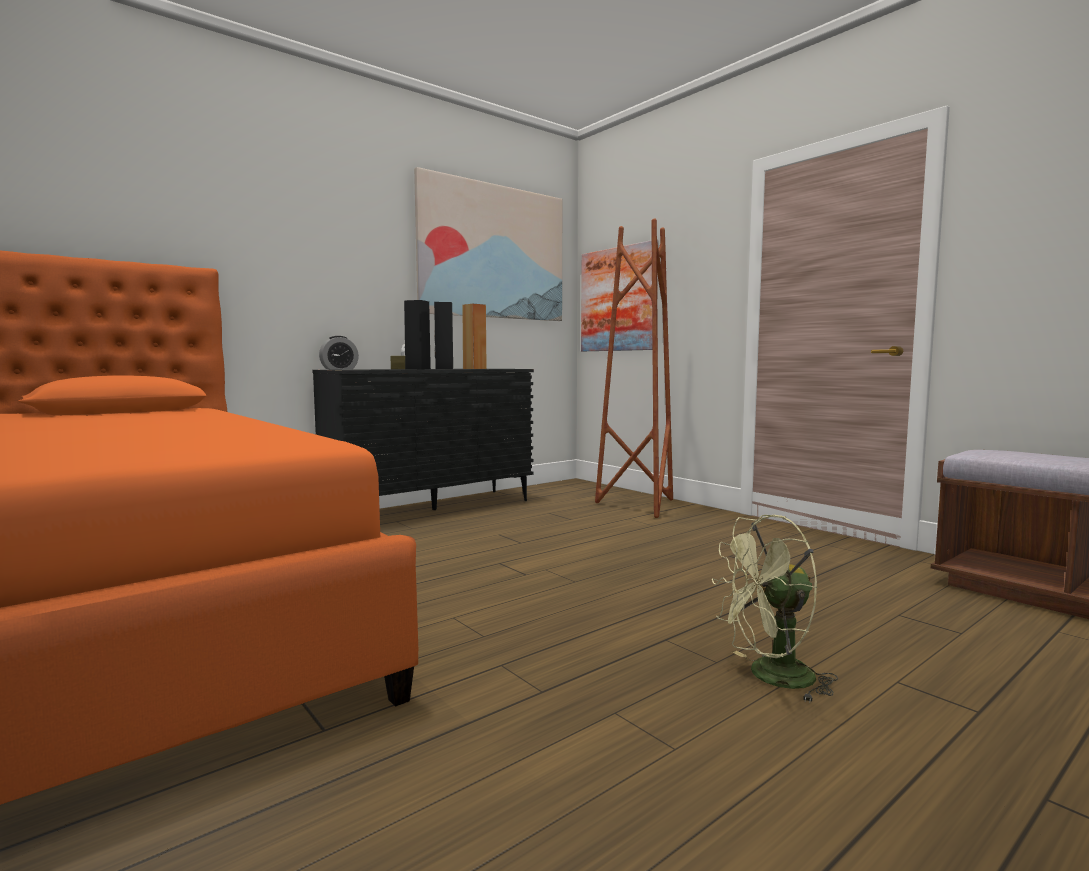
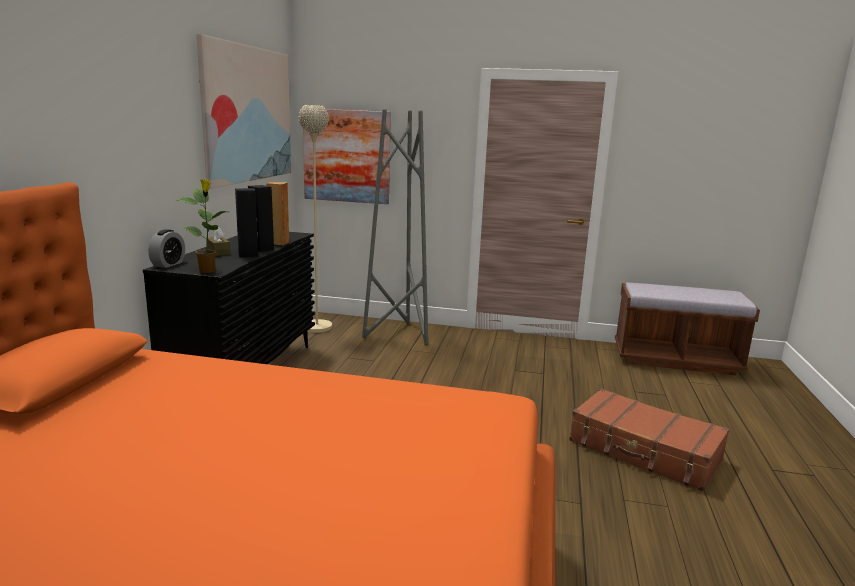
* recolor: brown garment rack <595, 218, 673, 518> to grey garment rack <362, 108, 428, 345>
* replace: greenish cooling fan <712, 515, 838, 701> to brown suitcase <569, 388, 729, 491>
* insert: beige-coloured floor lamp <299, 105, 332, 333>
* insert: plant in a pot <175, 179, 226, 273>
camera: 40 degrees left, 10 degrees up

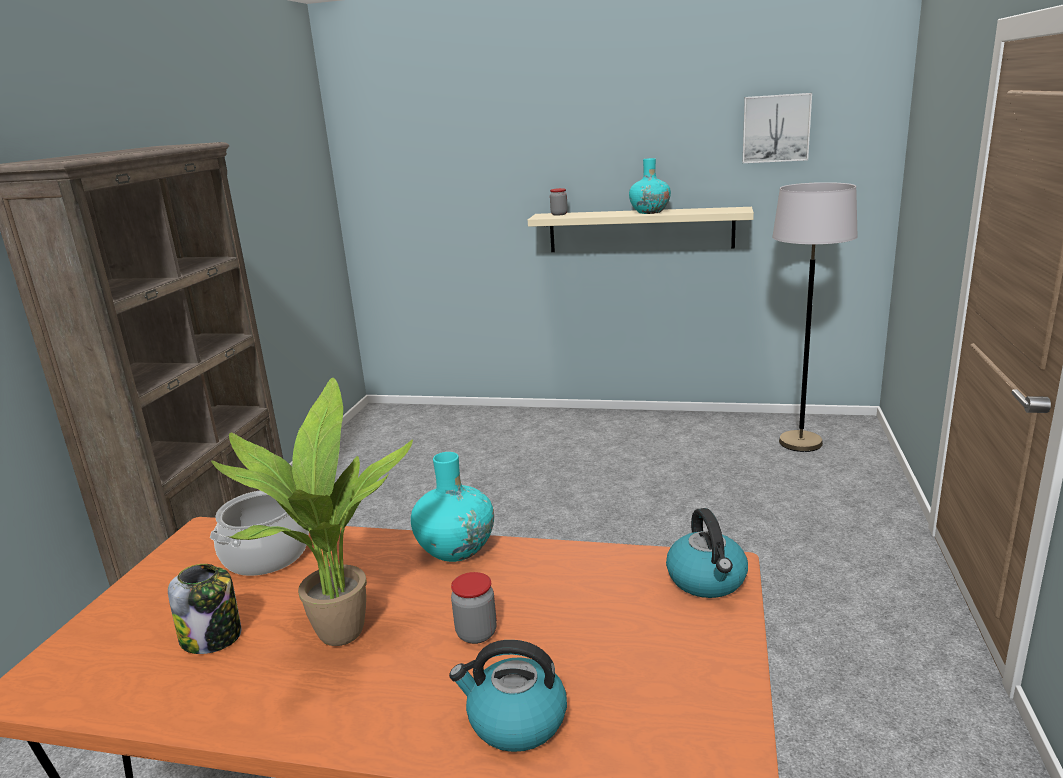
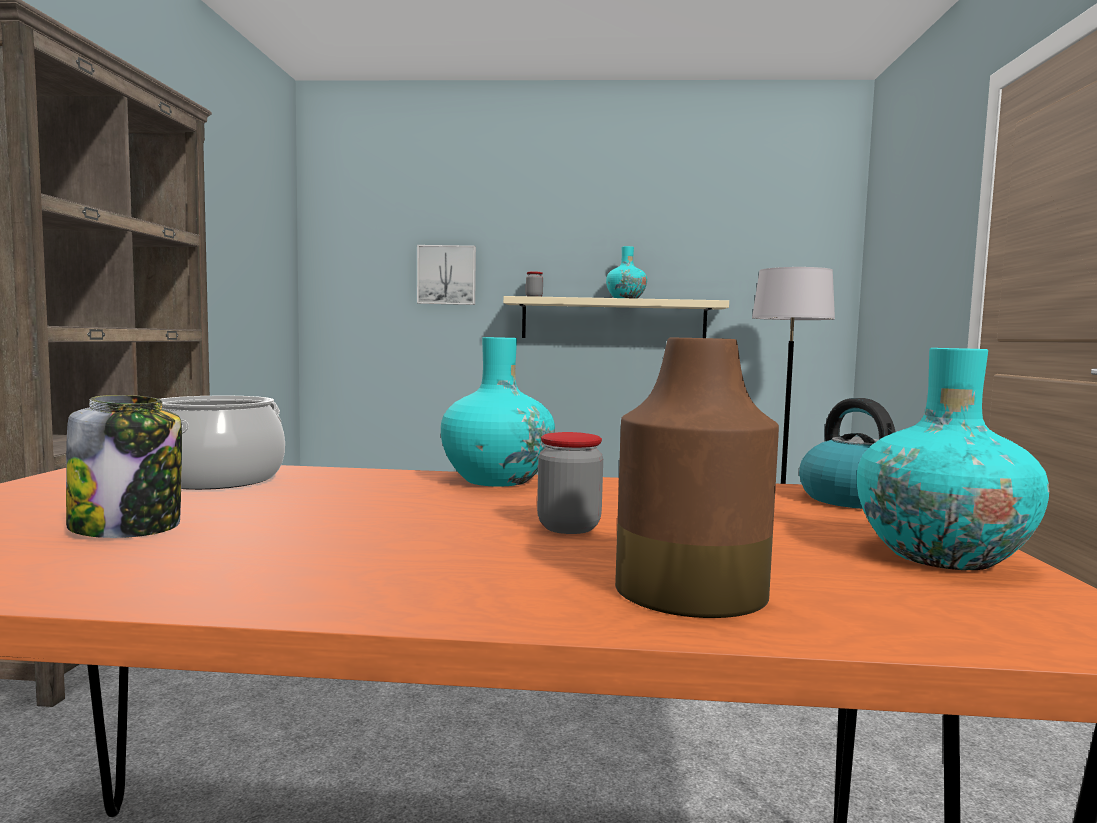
* move: wall art <743, 93, 812, 163> to <417, 245, 476, 305>
* delete: plant in a pot <211, 378, 413, 646>
* replace: water kettle <449, 640, 567, 752> to brown vase <615, 338, 779, 618>
* insert: turquoise-coloured vase <857, 348, 1049, 570>
camera: 10 degrees left, 15 degrees down

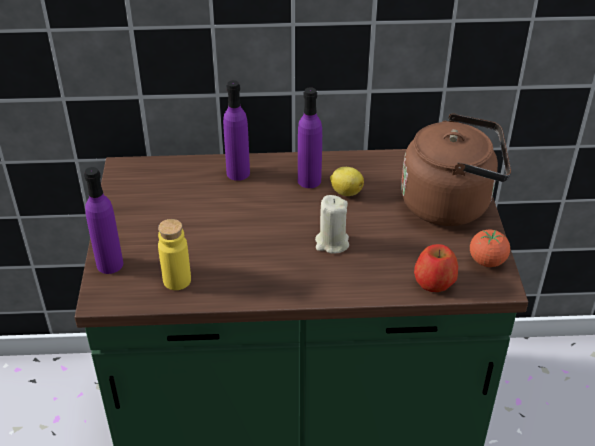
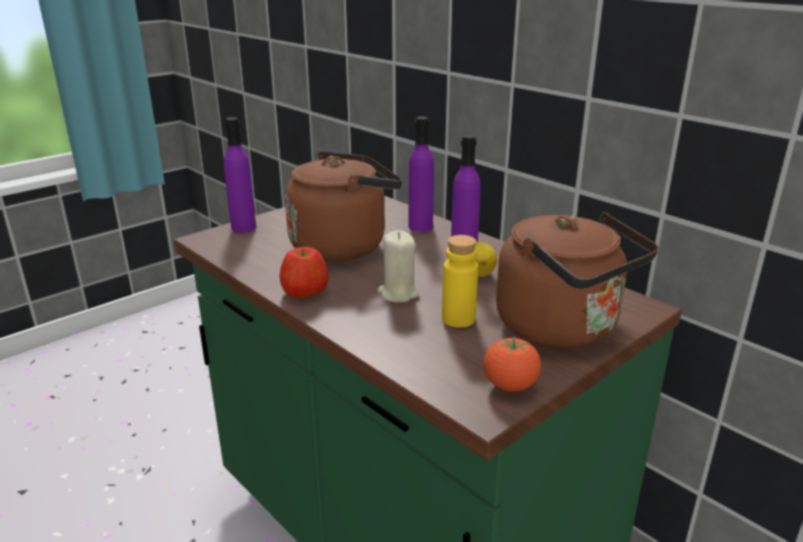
* move: yellow-coloured beverage bottle <158, 219, 191, 290> to <442, 235, 478, 327>
* move: apple <414, 244, 458, 292> to <280, 247, 329, 298>
* insert: brown water kettle <285, 151, 402, 261>
camera: 50 degrees right, 15 degrees down

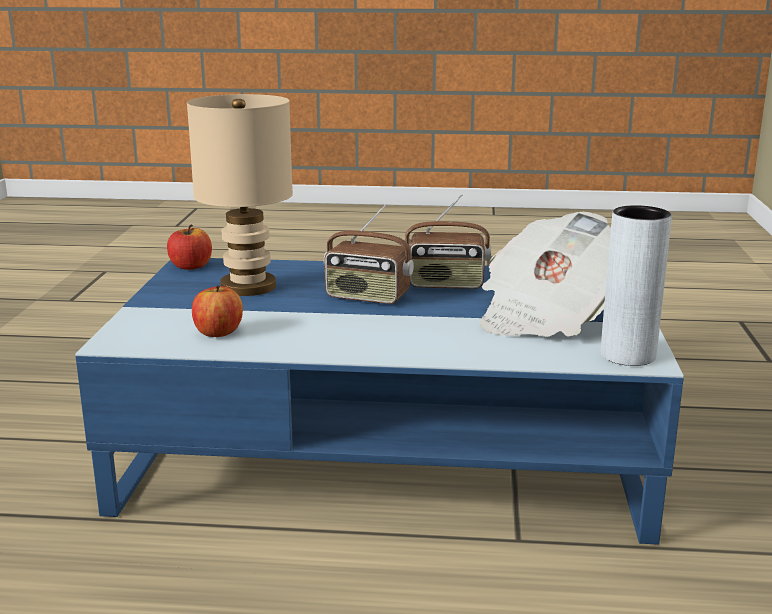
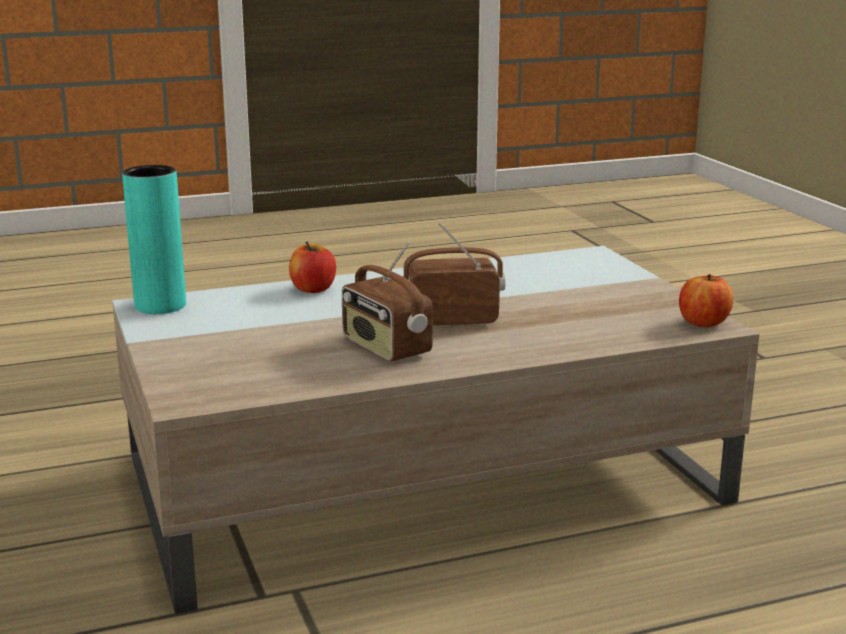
* delete: beige-coloured tabletop lamp <187, 94, 293, 296>
* rotate: radio receiver <405, 194, 491, 289> = <342, 241, 433, 362> 105 degrees counterclockwise
* recolor: grey vase <601, 205, 672, 366> to turquoise-coloured vase <122, 165, 186, 314>
* delete: daily paper <480, 212, 611, 337>
* recolor: bluish coffee table <75, 258, 684, 545> to beige-coloured coffee table <112, 246, 760, 614>
* move: apple <192, 285, 243, 337> to <289, 241, 336, 293>
camera: 155 degrees right, 0 degrees up

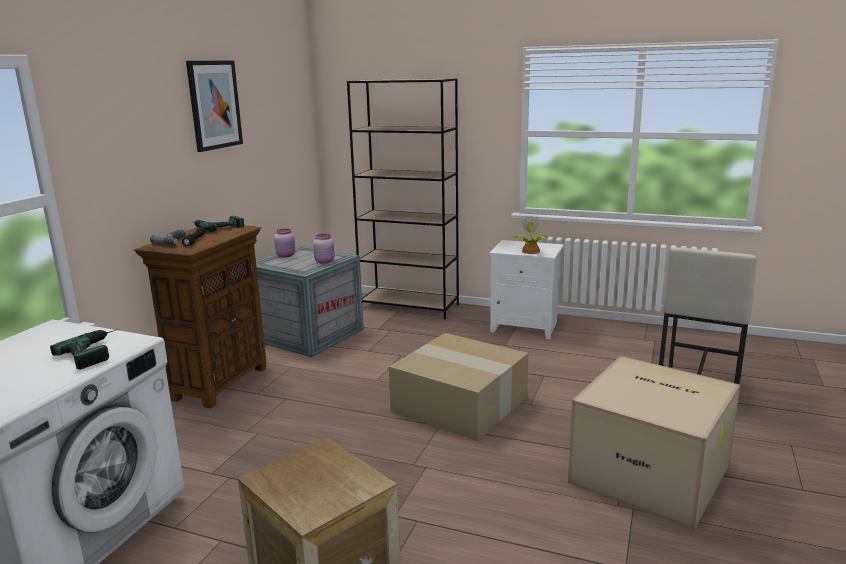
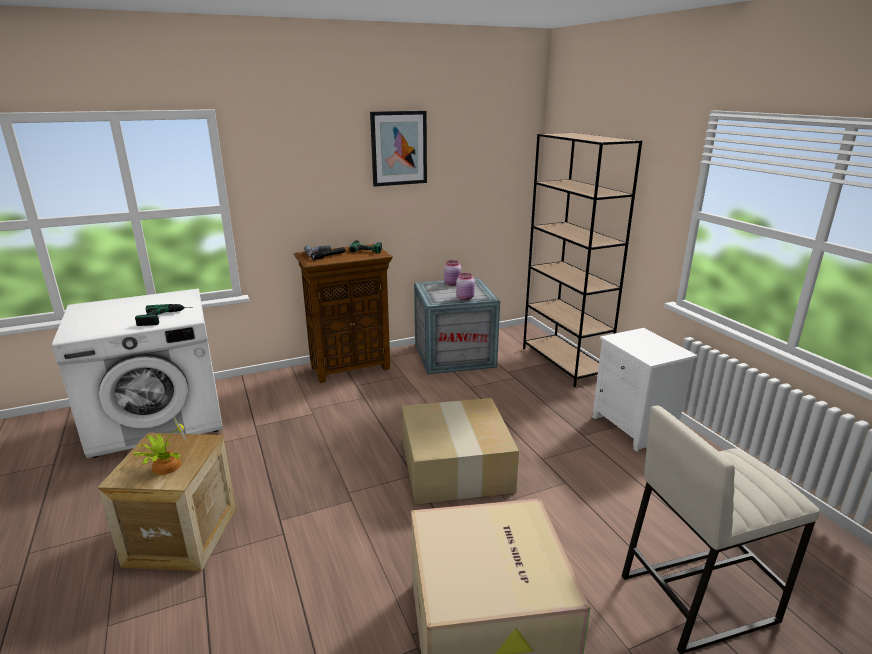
* move: plant in a pot <512, 216, 548, 254> to <132, 416, 186, 475>
camera: 45 degrees right, 5 degrees up

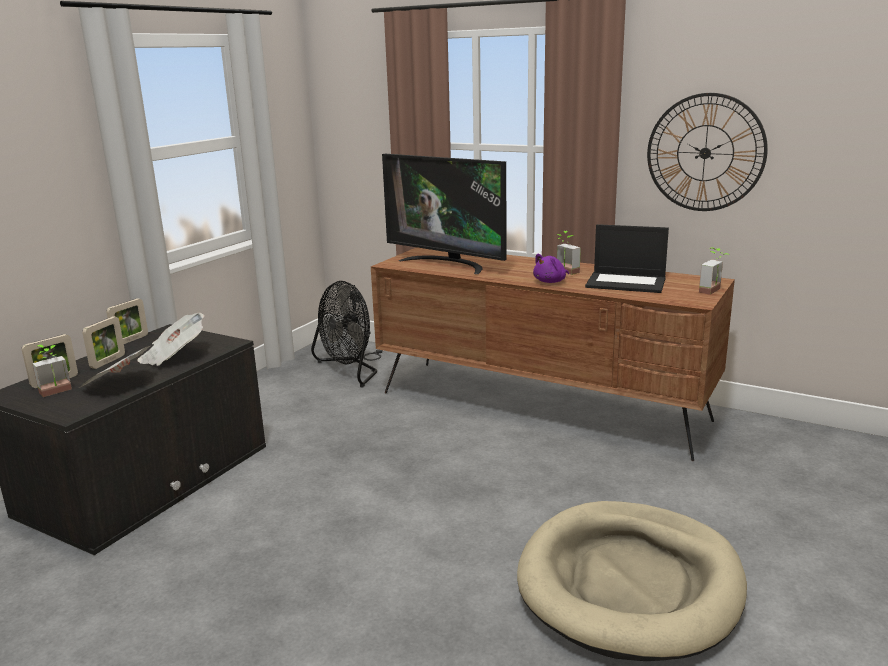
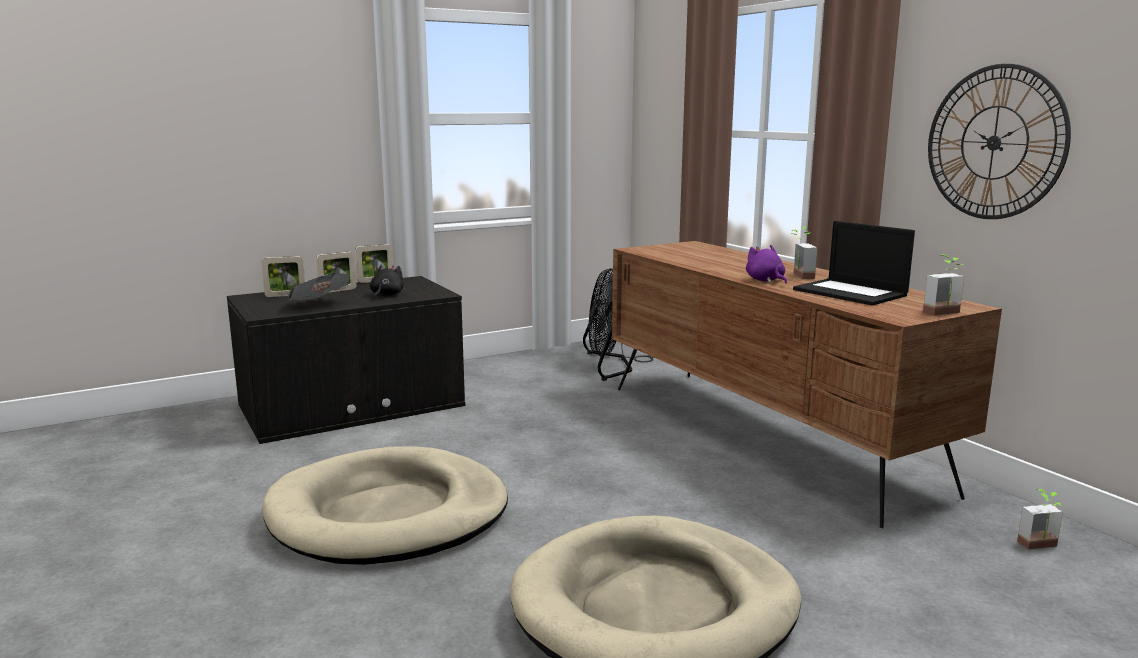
* delete: television <382, 154, 507, 274>
* rotate: purple cuddly toy <533, 254, 569, 283> = <746, 245, 787, 284> 75 degrees clockwise
* replace: daily paper <137, 313, 205, 366> to black cuddly toy <370, 265, 404, 299>
* move: plant in a pot <32, 345, 72, 397> to <1017, 489, 1063, 550>
* insert: beige-coloured dog bed <262, 446, 508, 565>
camera: 30 degrees right, 5 degrees down

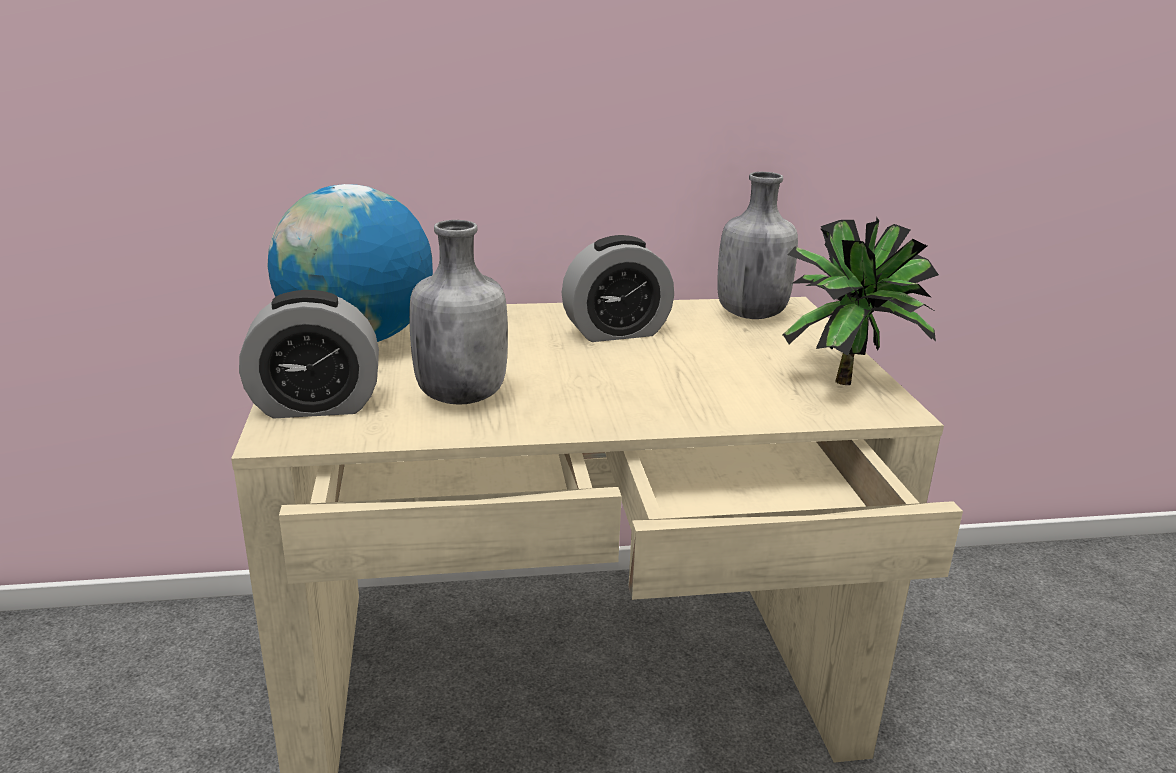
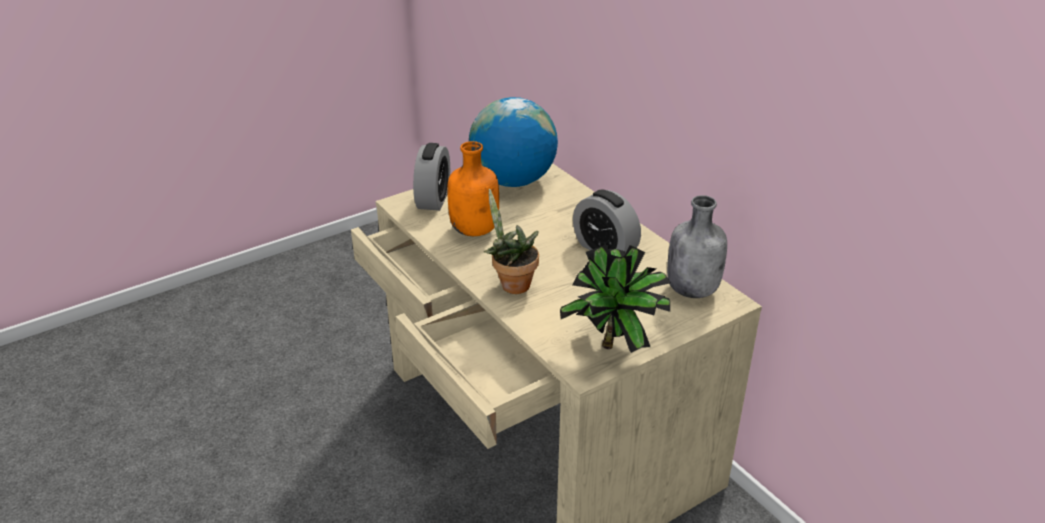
* recolor: grey beverage bottle <409, 220, 508, 405> to orangey beverage bottle <447, 141, 499, 236>
* rotate: alarm clock <239, 290, 379, 418> = <413, 143, 450, 211> 135 degrees counterclockwise
* insert: plant in a pot <484, 188, 539, 294>
camera: 65 degrees right, 10 degrees up

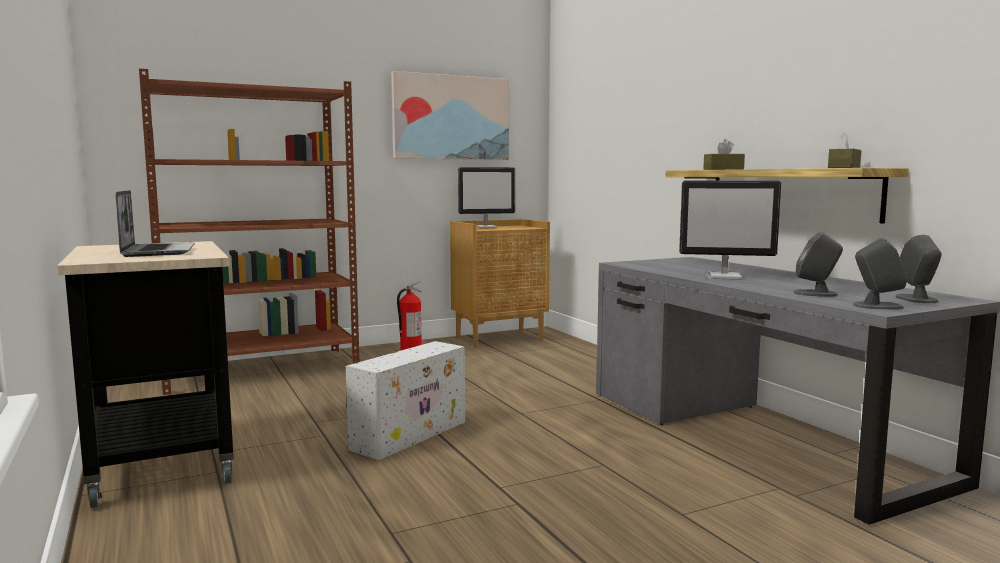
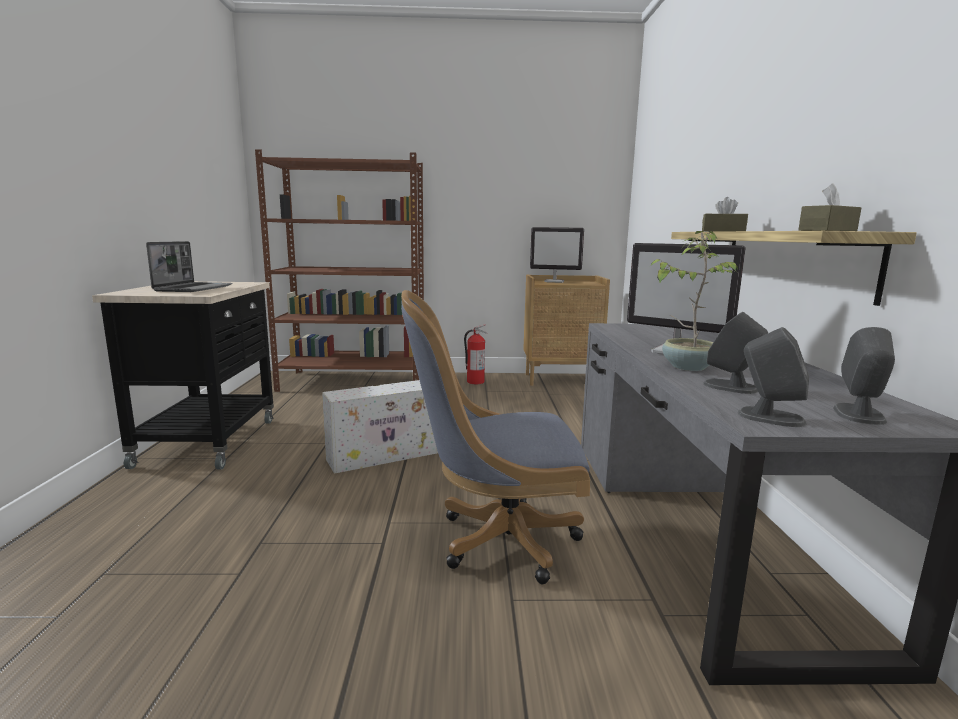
* delete: wall art <391, 71, 509, 160>
* insert: plant in a pot <650, 231, 739, 371>
* insert: bluish desk chair <401, 290, 590, 585>
camera: 25 degrees right, 5 degrees up

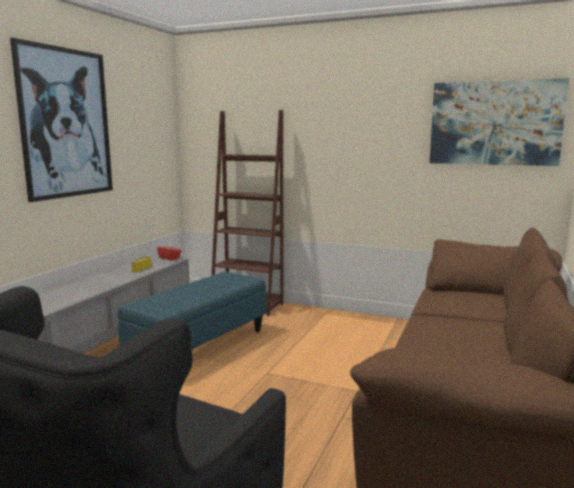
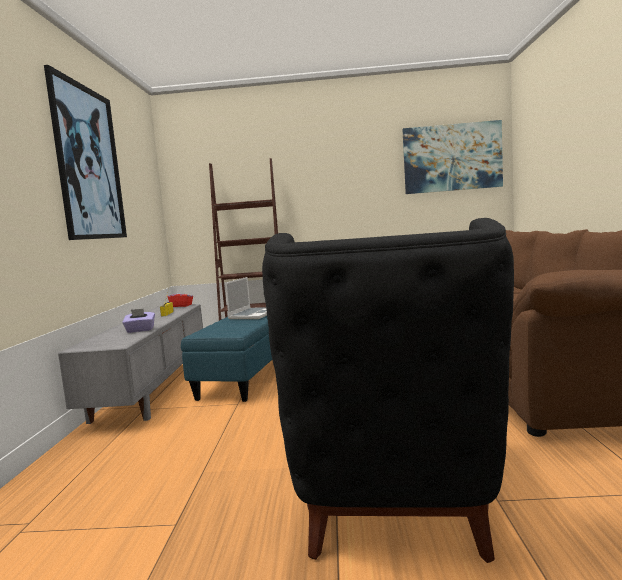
* insert: portable computer <225, 277, 267, 319>
* insert: purple box of tissues <123, 309, 155, 333>
camera: 20 degrees left, 5 degrees down

